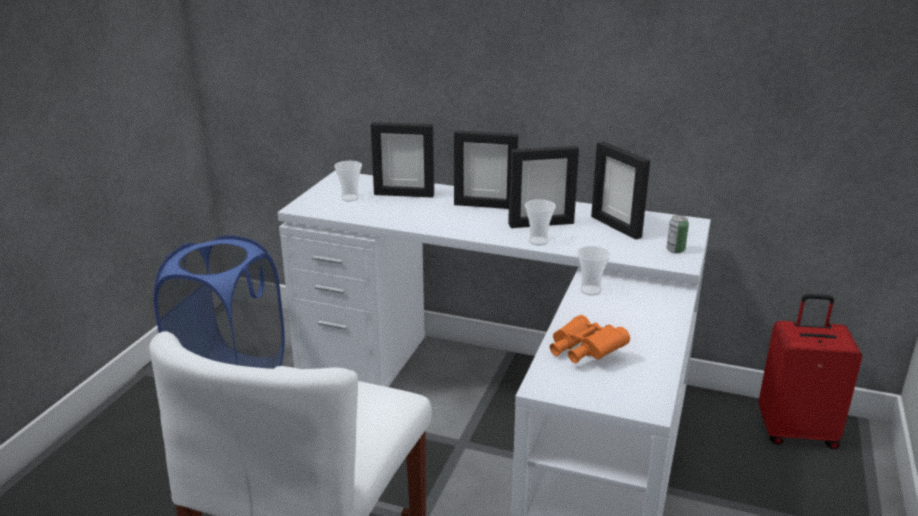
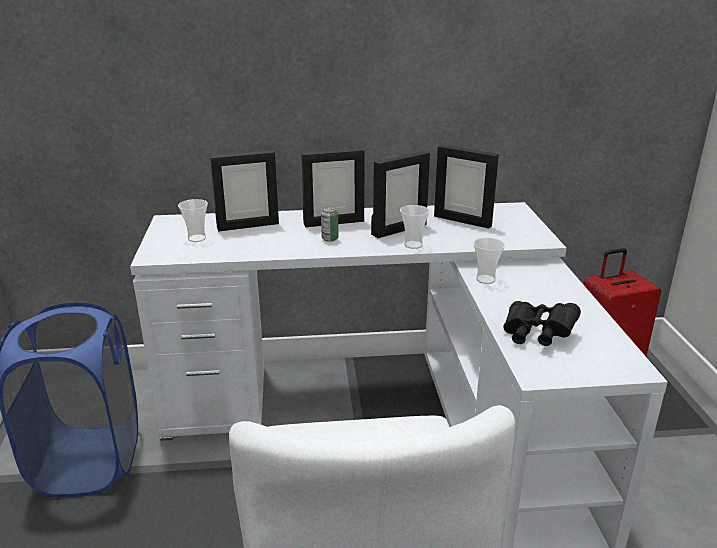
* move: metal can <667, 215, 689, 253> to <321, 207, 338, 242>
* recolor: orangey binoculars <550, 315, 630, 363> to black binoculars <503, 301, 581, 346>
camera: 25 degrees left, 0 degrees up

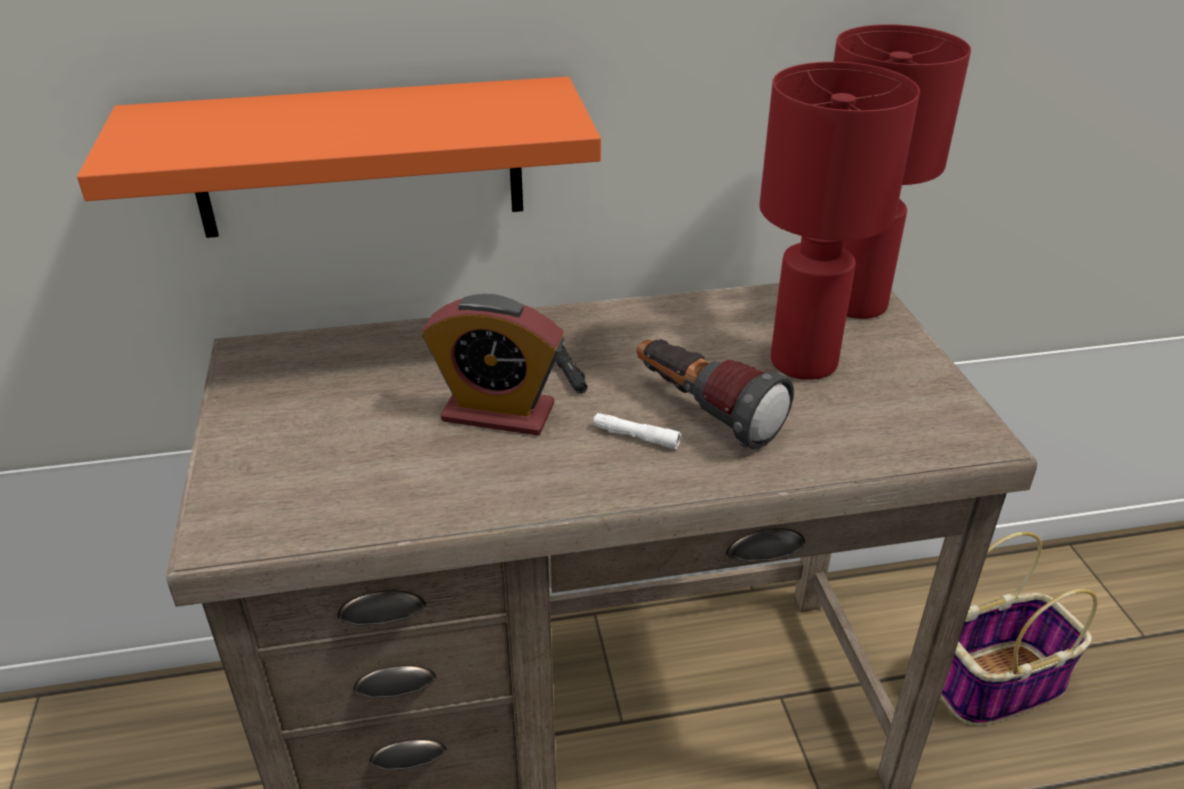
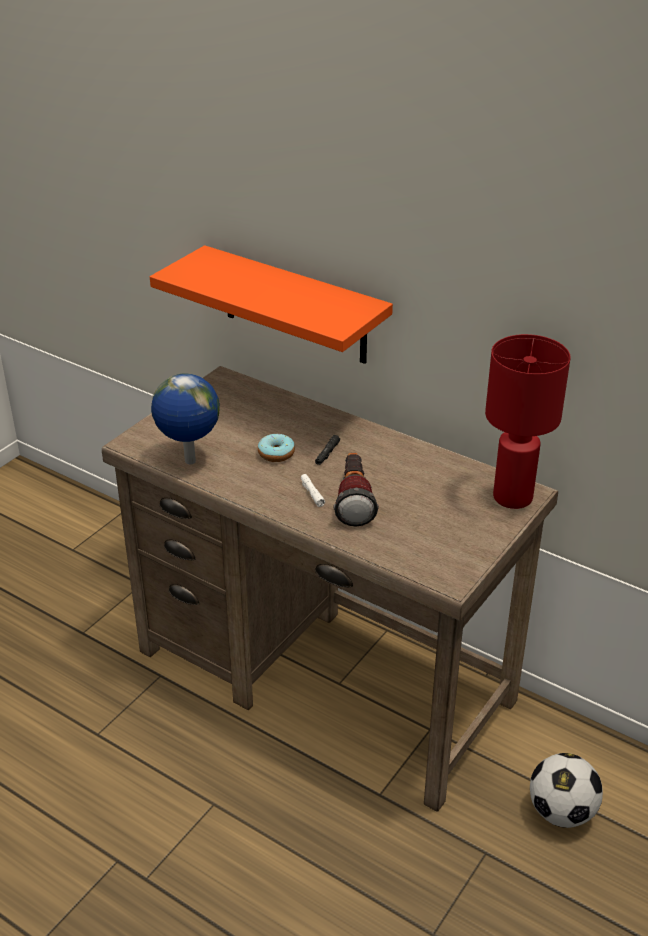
* delete: reddish tabletop lamp <759, 62, 920, 380>
* replace: alarm clock <422, 294, 565, 435> to ring doughnut <258, 434, 295, 462>
* replace: storage basket <941, 532, 1098, 726> to football <530, 753, 603, 828>
* insert: desk globe <151, 374, 220, 464>
camera: 45 degrees right, 0 degrees up

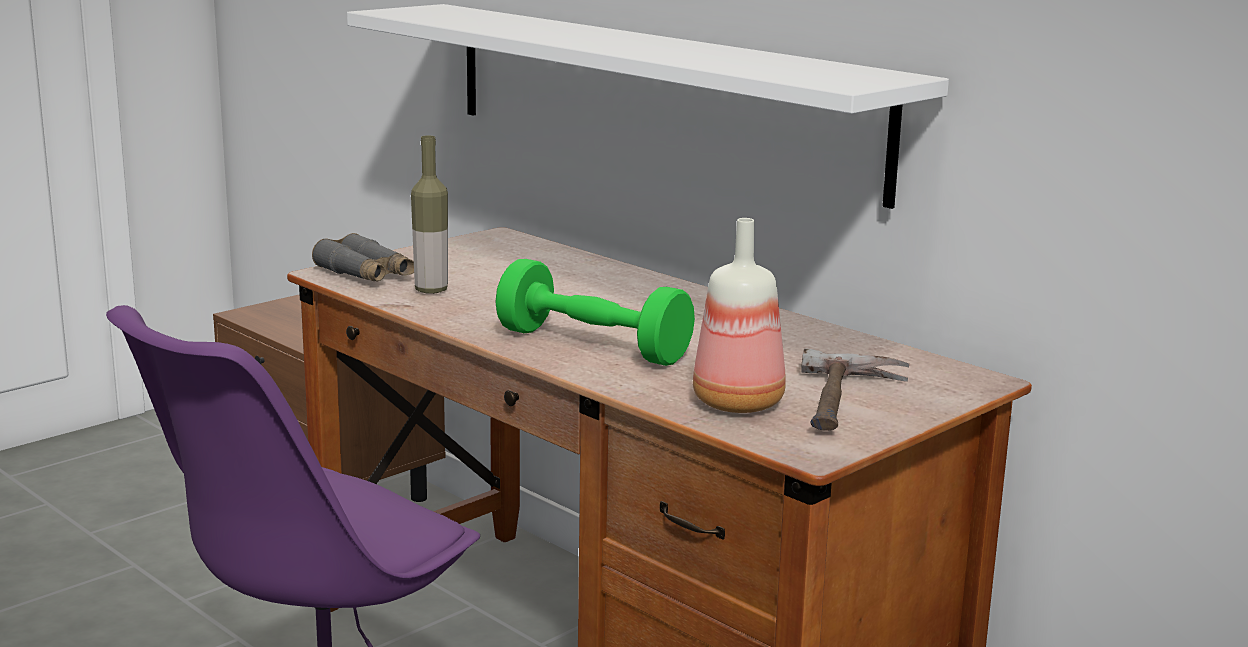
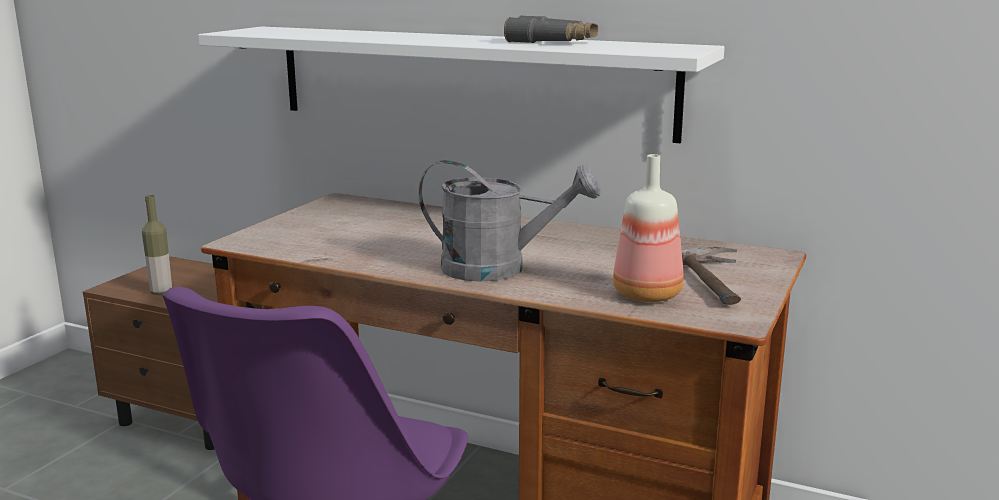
* move: beverage bottle <411, 136, 448, 294> to <142, 195, 172, 295>
* move: grey binoculars <312, 233, 414, 282> to <504, 15, 598, 43>
* replace: greenish dumbbell <495, 259, 695, 366> to grey sprinkling can <418, 160, 600, 282>
camera: 20 degrees left, 0 degrees up

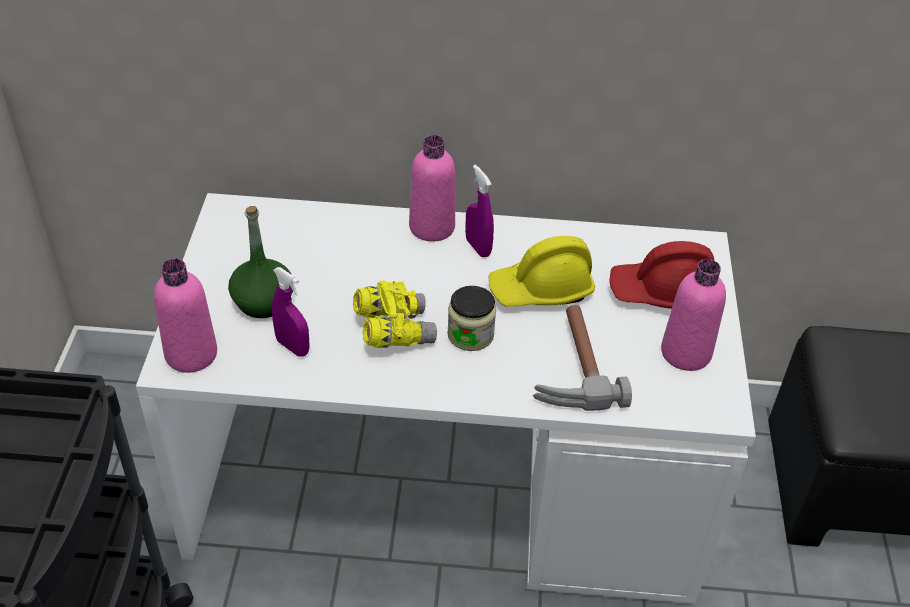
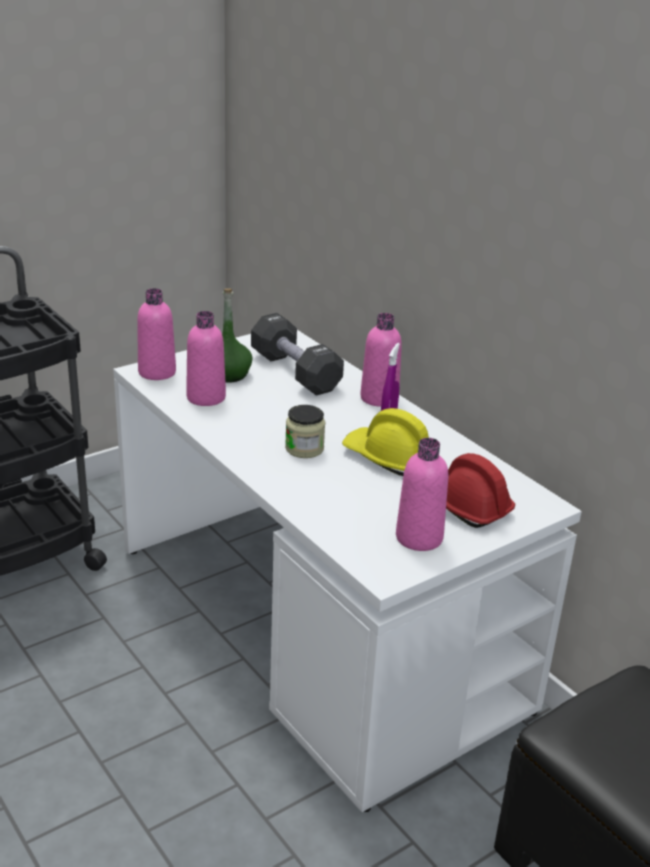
* replace: purple sprayer <272, 267, 309, 357> to pink-coloured beverage bottle <186, 311, 226, 406>
* delete: yellow-coloured binoculars <353, 280, 437, 348>
* delete: tool hammer <533, 305, 632, 411>
* insert: black dumbbell <251, 313, 344, 396>
camera: 50 degrees right, 15 degrees down

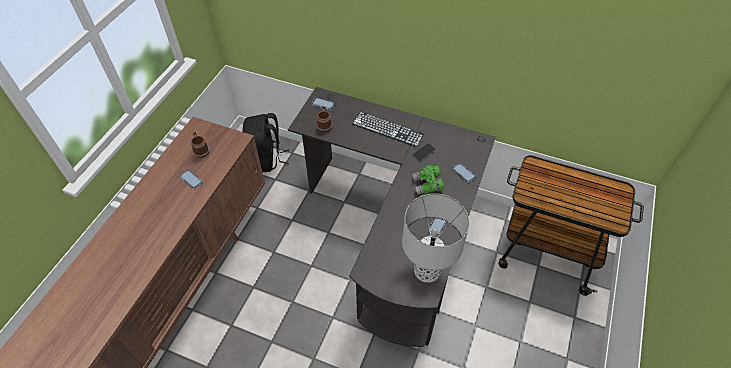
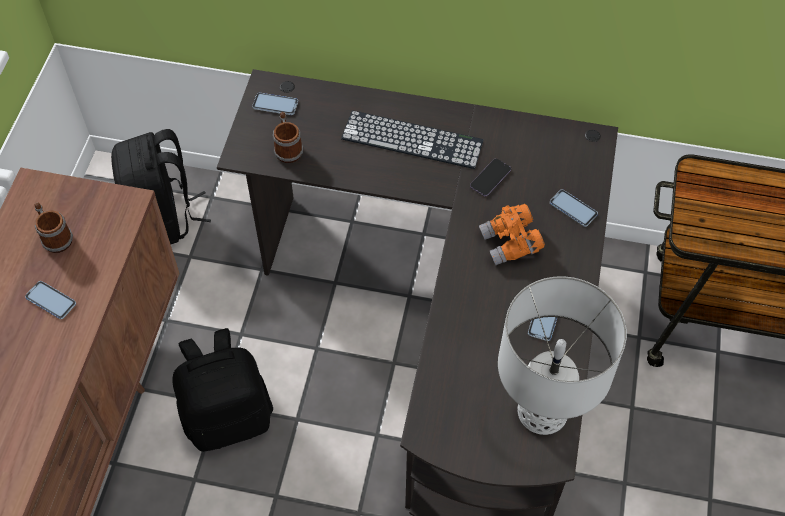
* recolor: greenish binoculars <412, 165, 444, 195> to orangey binoculars <479, 204, 545, 265>
* insert: black backpack <172, 328, 273, 452>
camera: 10 degrees left, 5 degrees up

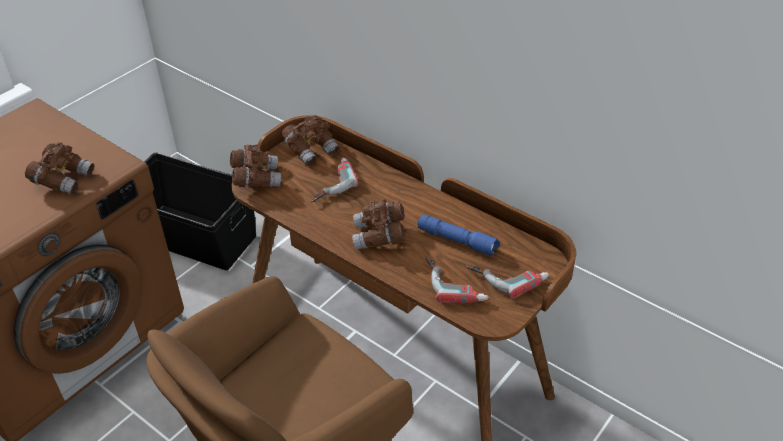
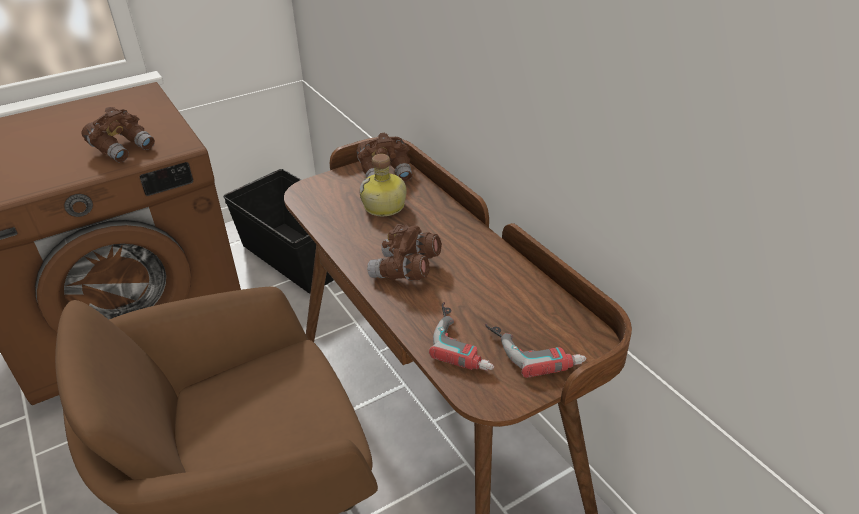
* delete: brown binoculars <230, 144, 281, 188>
* replace: power drill <311, 158, 358, 202> to beverage bottle <360, 154, 406, 216>
* delete: bluish flashlight <418, 214, 500, 256>
camera: 20 degrees right, 5 degrees down

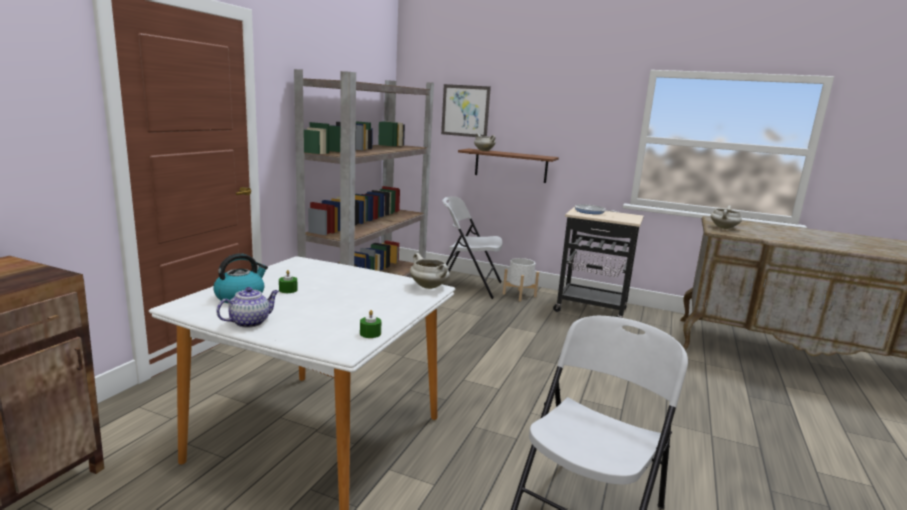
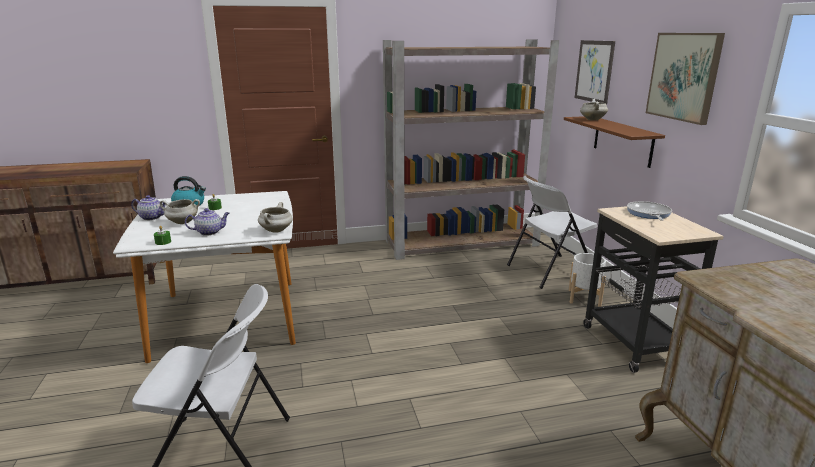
* rotate: whitish chair <442, 196, 502, 299> = <507, 176, 597, 289> 90 degrees counterclockwise
* move: whitish saucepot <711, 206, 742, 229> to <160, 199, 200, 224>
* insert: wall art <646, 33, 725, 125>
* insert: teapot <185, 208, 229, 236>
camera: 55 degrees right, 5 degrees up

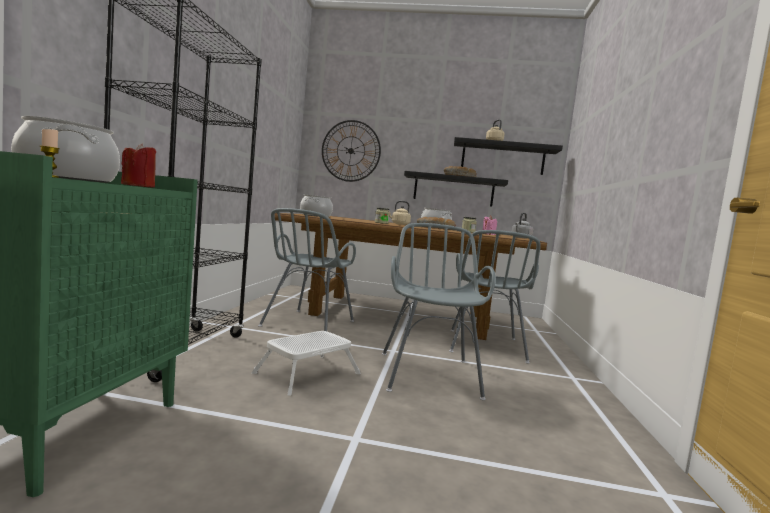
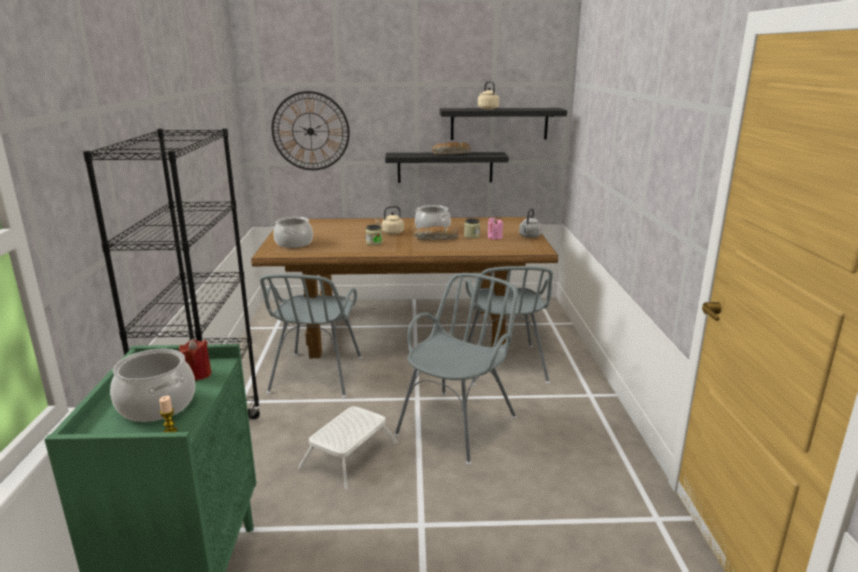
* rotate: grey chair <382, 223, 496, 400> = <394, 273, 518, 465> 45 degrees clockwise
camera: 10 degrees left, 15 degrees up

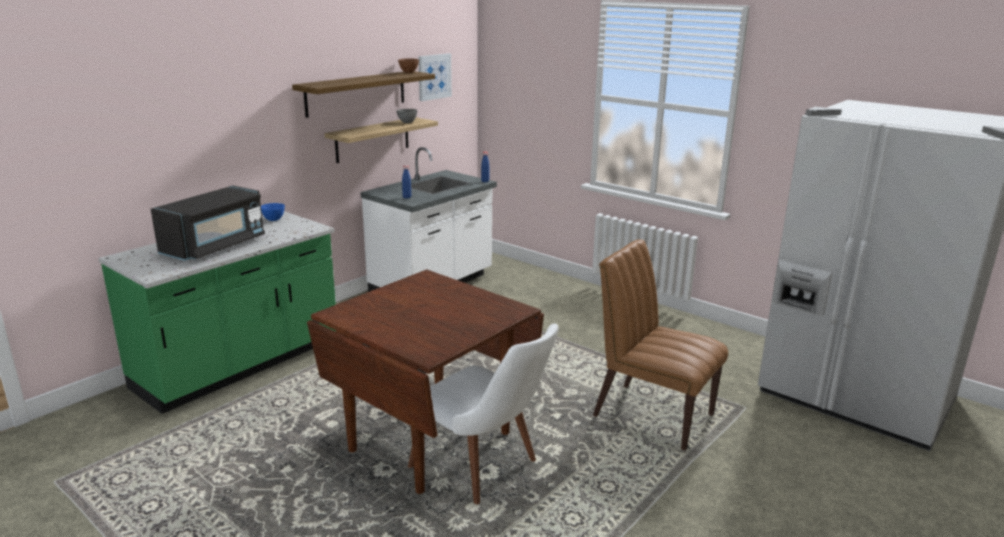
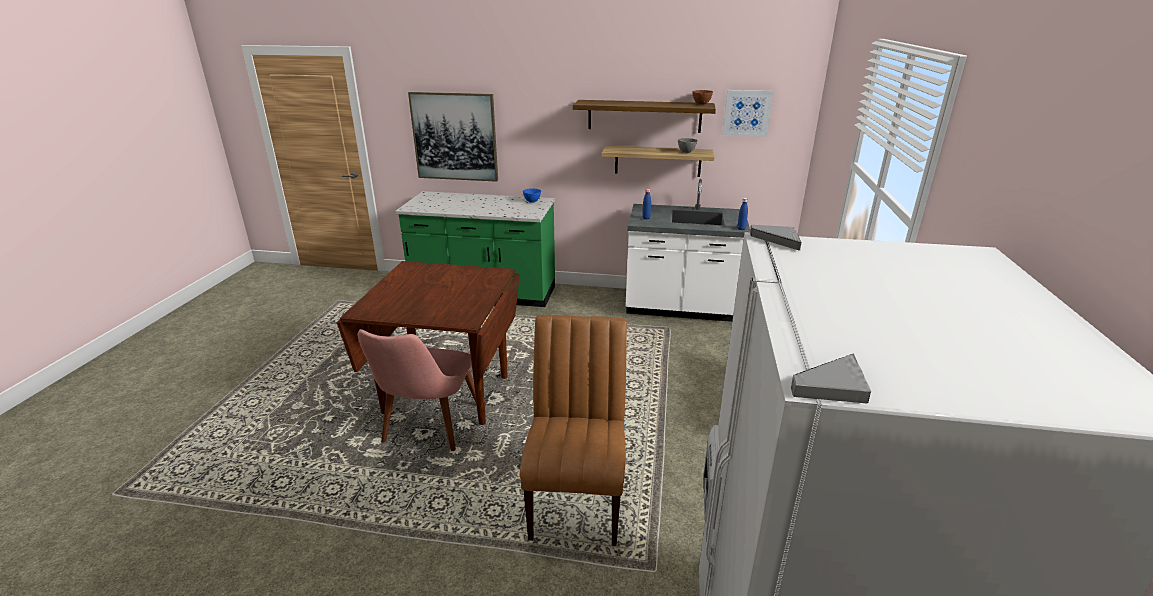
* delete: black microwave oven <151, 186, 265, 261>
* recolor: whitish chair <408, 323, 559, 504> to pink-coloured chair <358, 329, 477, 451>
* insert: wall art <408, 92, 498, 182>
camera: 60 degrees right, 5 degrees up

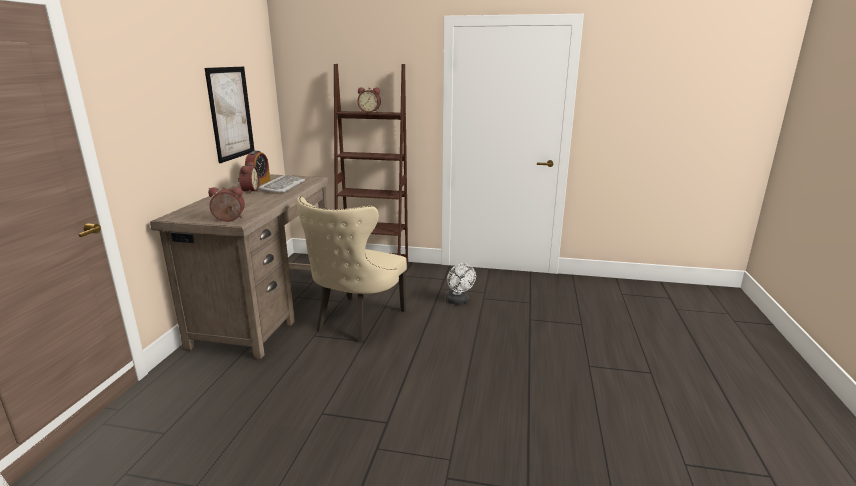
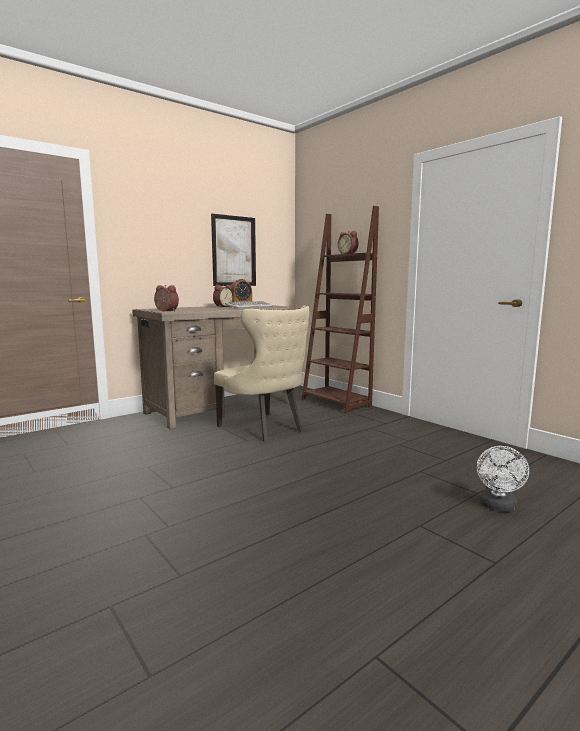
* rotate: beige-coloured chair <297, 197, 407, 343> = <214, 305, 309, 442> 105 degrees counterclockwise
* move: whitish cooling fan <446, 263, 476, 304> to <477, 446, 529, 512>
camera: 40 degrees right, 10 degrees down

